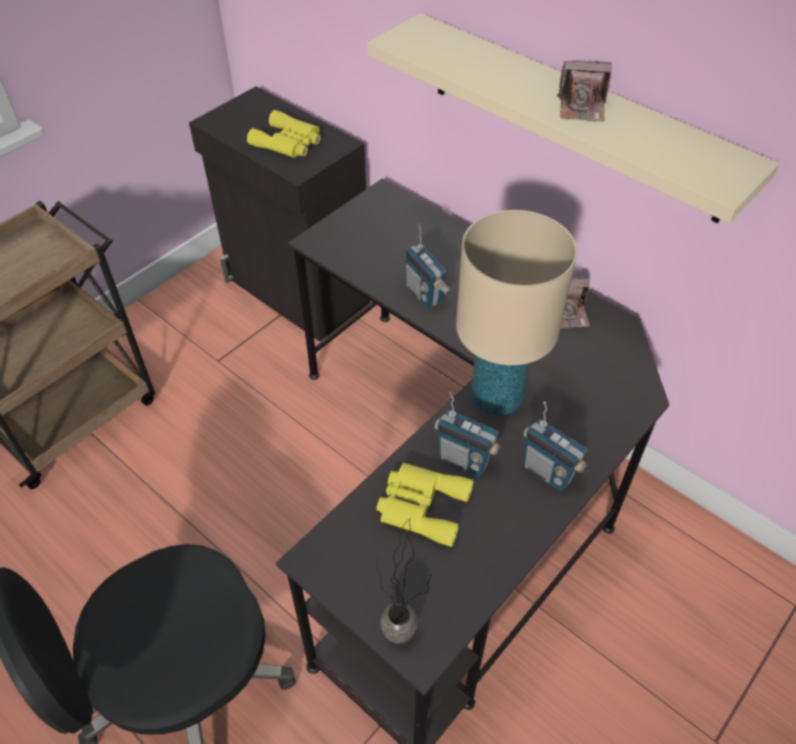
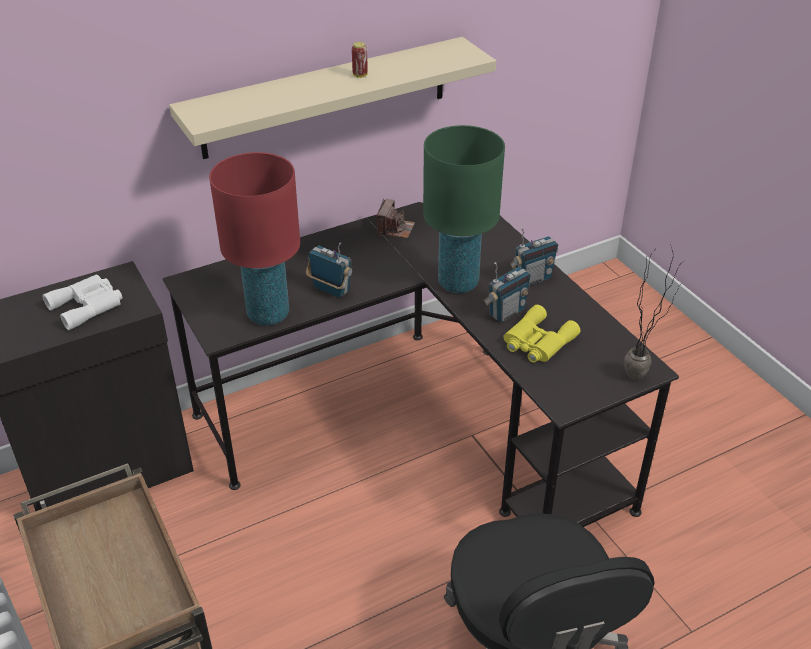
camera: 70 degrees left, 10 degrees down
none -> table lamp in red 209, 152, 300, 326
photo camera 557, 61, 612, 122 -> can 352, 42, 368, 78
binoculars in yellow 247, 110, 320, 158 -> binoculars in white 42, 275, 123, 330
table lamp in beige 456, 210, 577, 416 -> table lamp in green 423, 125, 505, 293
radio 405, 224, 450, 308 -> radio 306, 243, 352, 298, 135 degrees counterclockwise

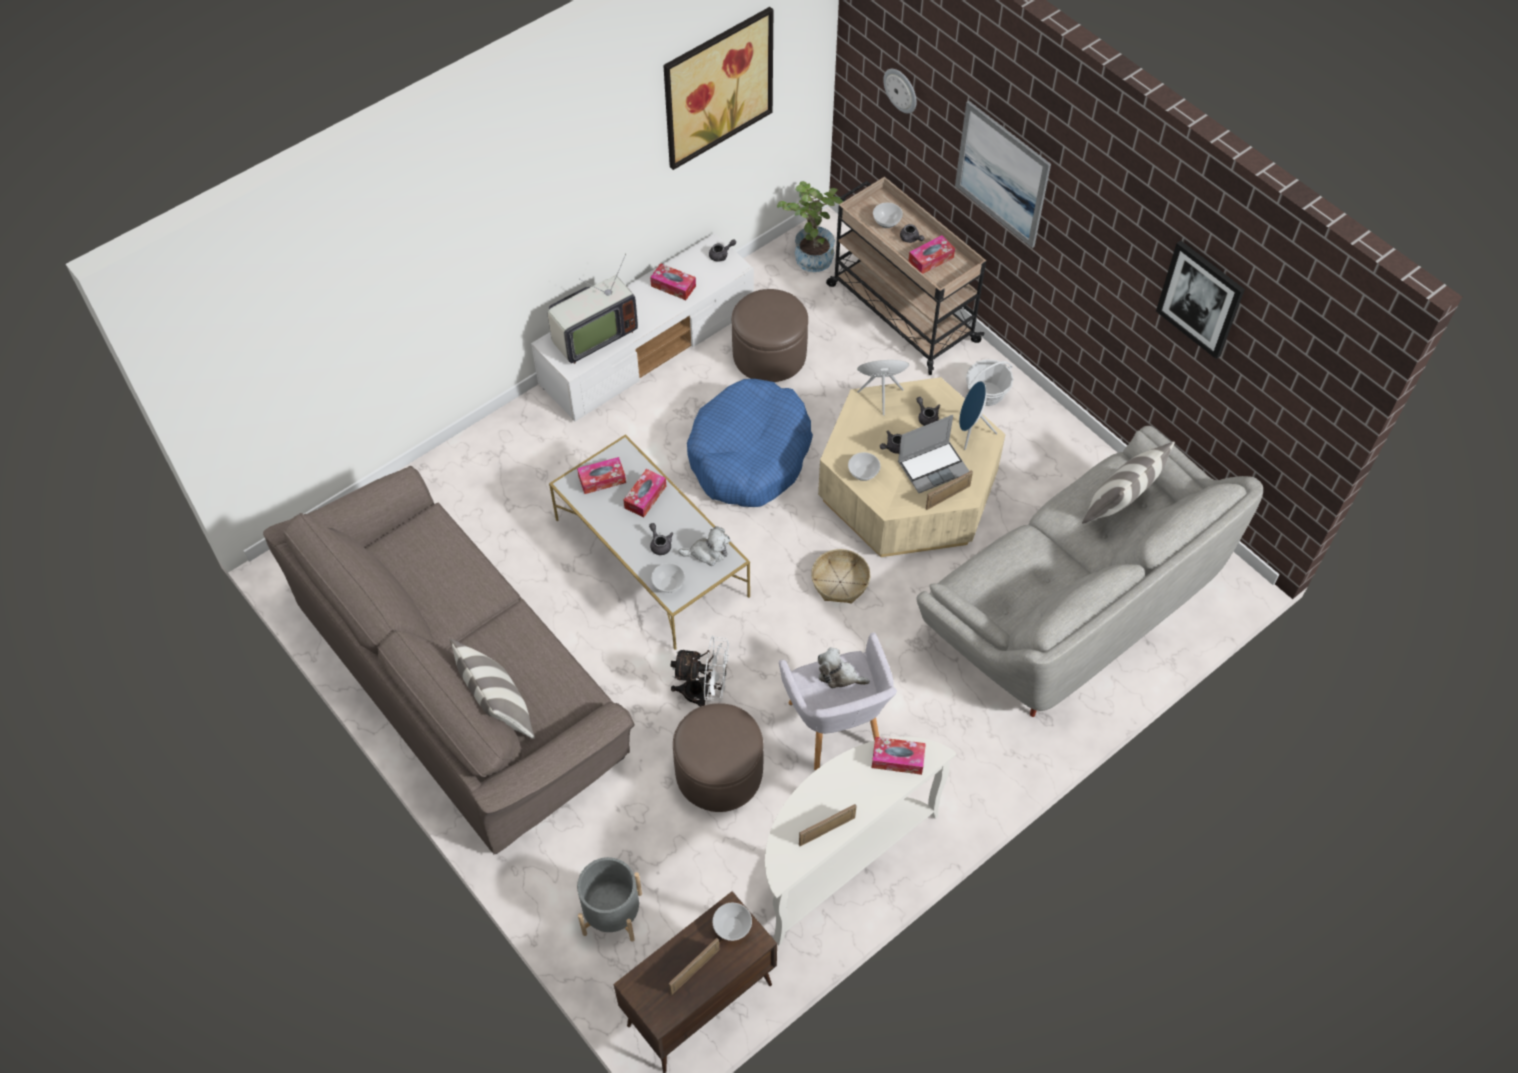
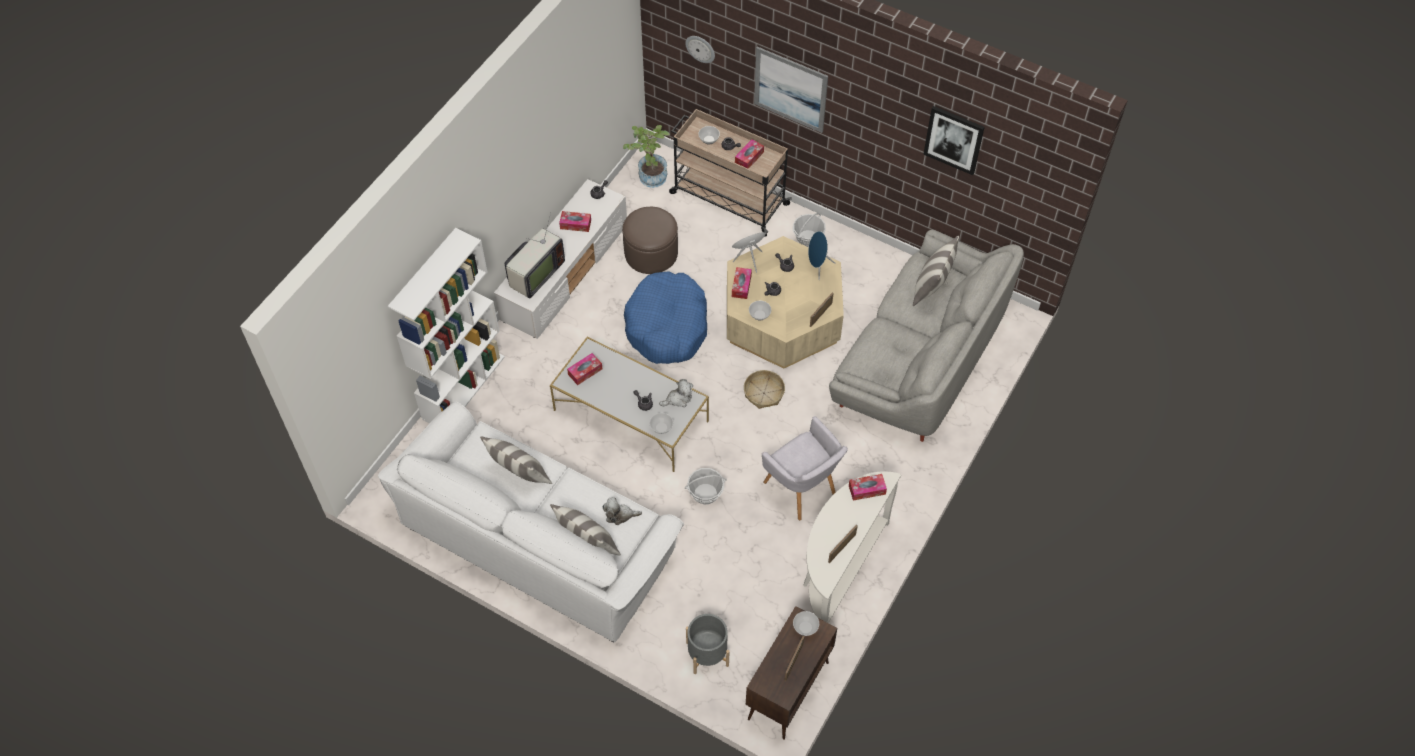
camera: 20 degrees left, 0 degrees up
picture 663, 7, 773, 170 -> none
ottoman in brown 673, 703, 764, 812 -> none
laptop 898, 415, 969, 493 -> none
none -> bookcase in white 388, 228, 505, 423
none -> pillow 480, 436, 552, 484
tissue box 623, 469, 666, 517 -> tissue box 732, 267, 752, 299, relocated
plush toy 818, 647, 870, 688 -> plush toy 602, 498, 642, 525, relocated
fan in white 671, 636, 729, 707 -> basket 685, 468, 727, 504
sofa in brown 263, 466, 635, 854 -> sofa in white 378, 401, 684, 642

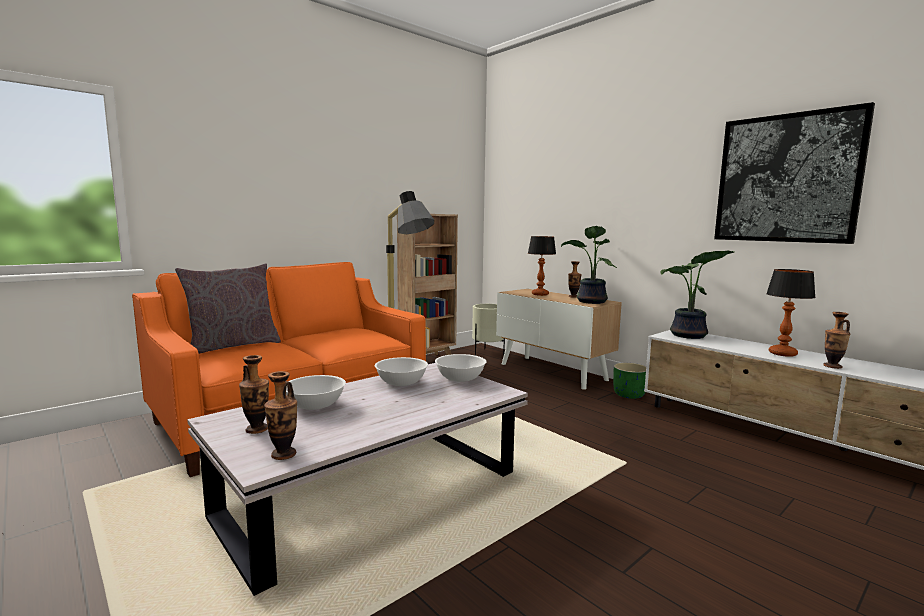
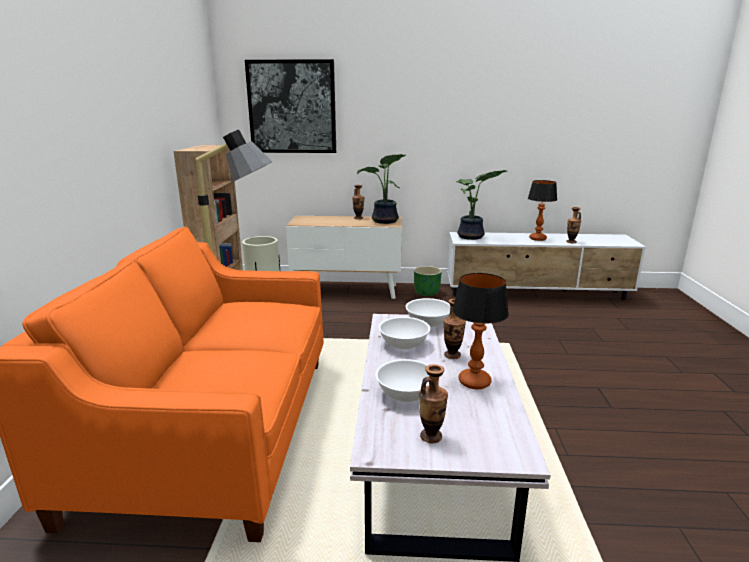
camera: 45 degrees left, 10 degrees up
pillow in grey 175, 263, 281, 354 -> none
vase 264, 371, 297, 460 -> vase 444, 299, 466, 359, relocated
table lamp 528, 236, 556, 296 -> table lamp 452, 273, 509, 389, relocated
picture 714, 102, 875, 244 -> picture 245, 59, 336, 153, relocated

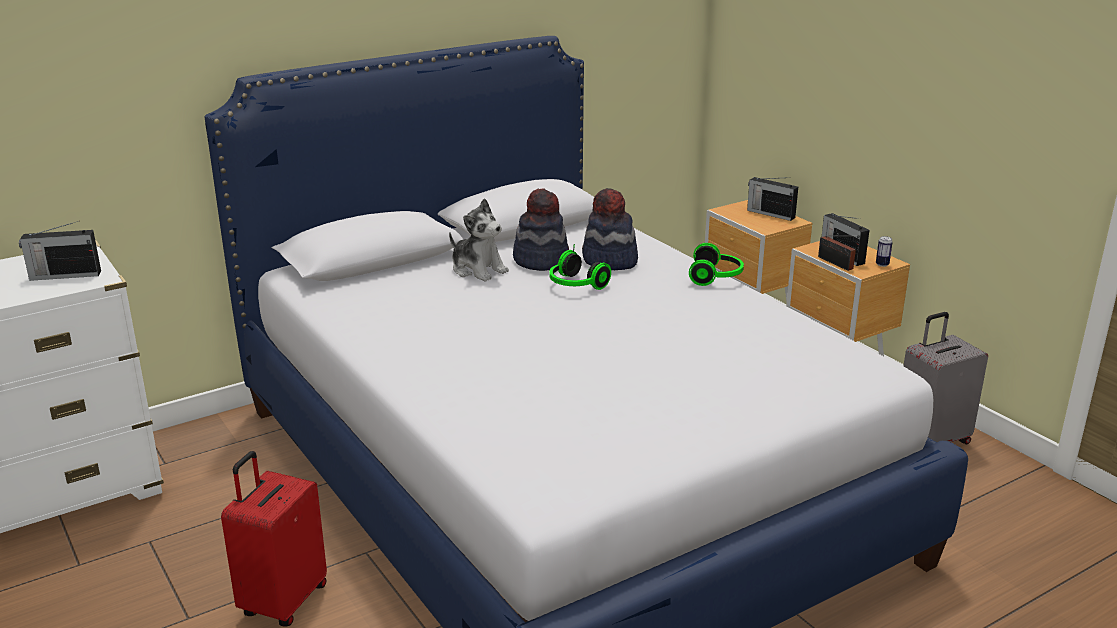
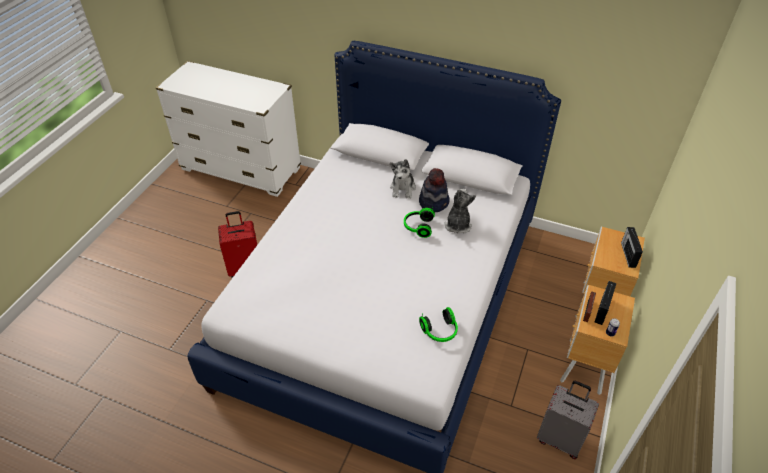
camera: 55 degrees right, 20 degrees up
radio 19, 221, 101, 281 -> none
headphones 689, 243, 744, 286 -> headphones 419, 307, 458, 342, relocated
hat 582, 188, 638, 270 -> plush toy 444, 189, 476, 233

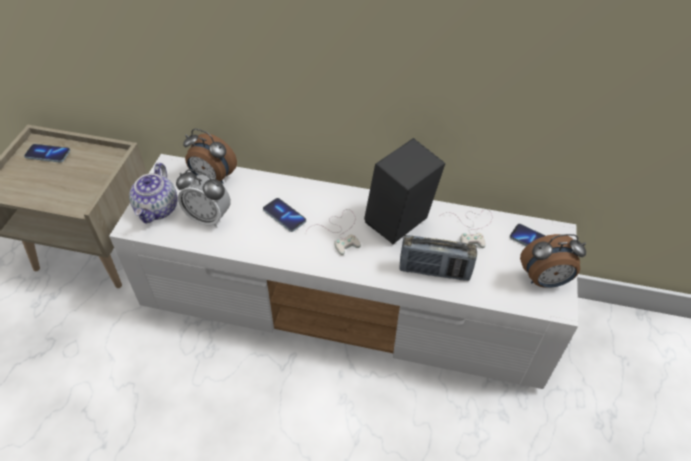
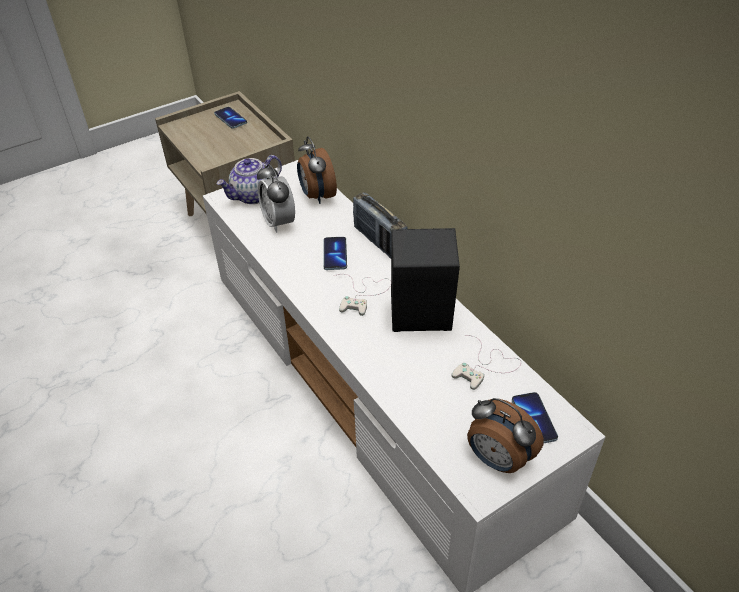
camera: 45 degrees right, 5 degrees down
radio 399, 235, 477, 281 -> radio 353, 192, 408, 259, relocated

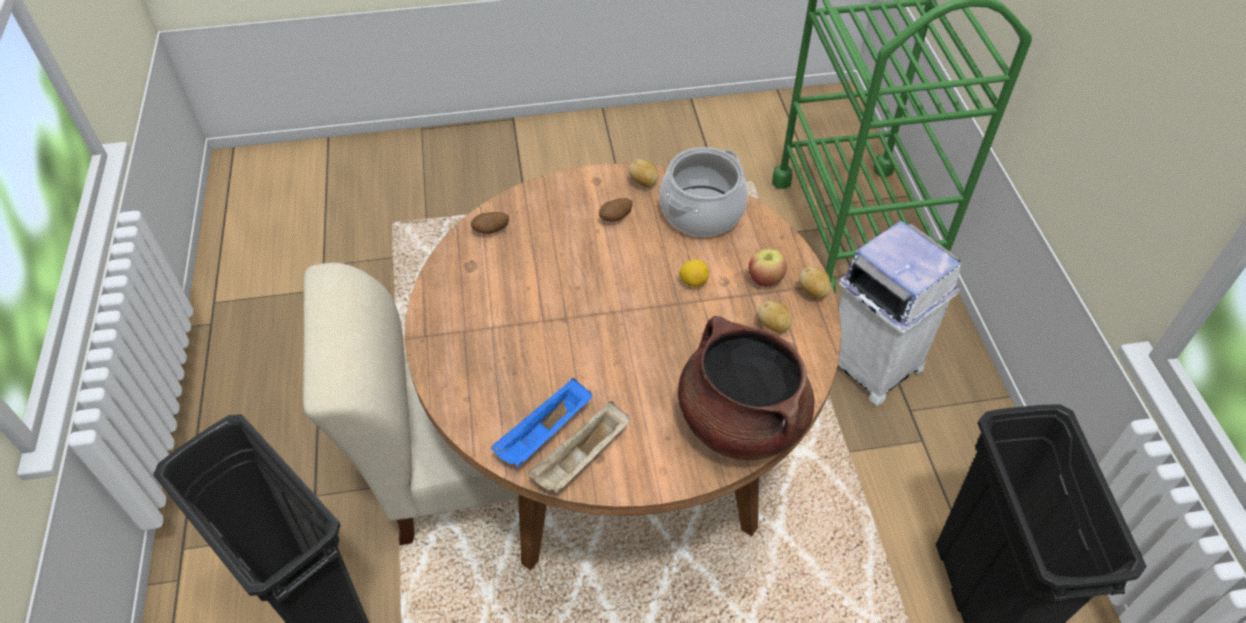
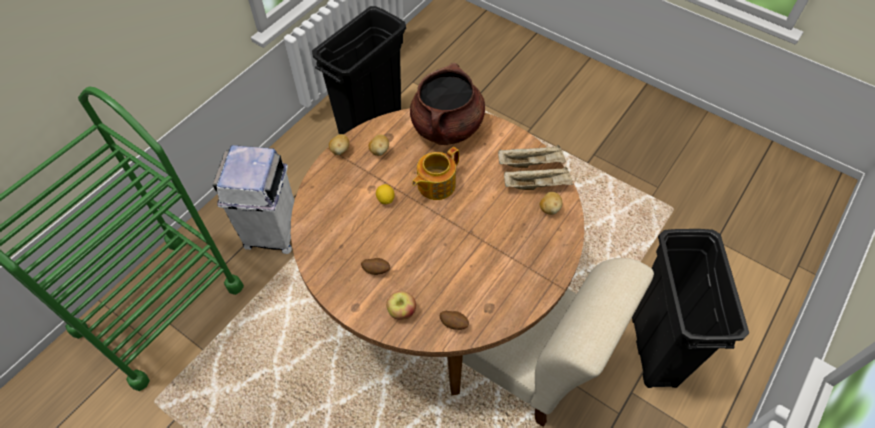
camera: 135 degrees left, 5 degrees up
cooking pot 660, 147, 748, 237 -> none
none -> teapot 412, 147, 459, 200
potato 629, 159, 659, 187 -> potato 540, 192, 562, 215, relocated
apple 749, 249, 787, 287 -> apple 386, 291, 416, 320, relocated
tray in blue 491, 378, 592, 467 -> tray in beige 504, 167, 573, 190

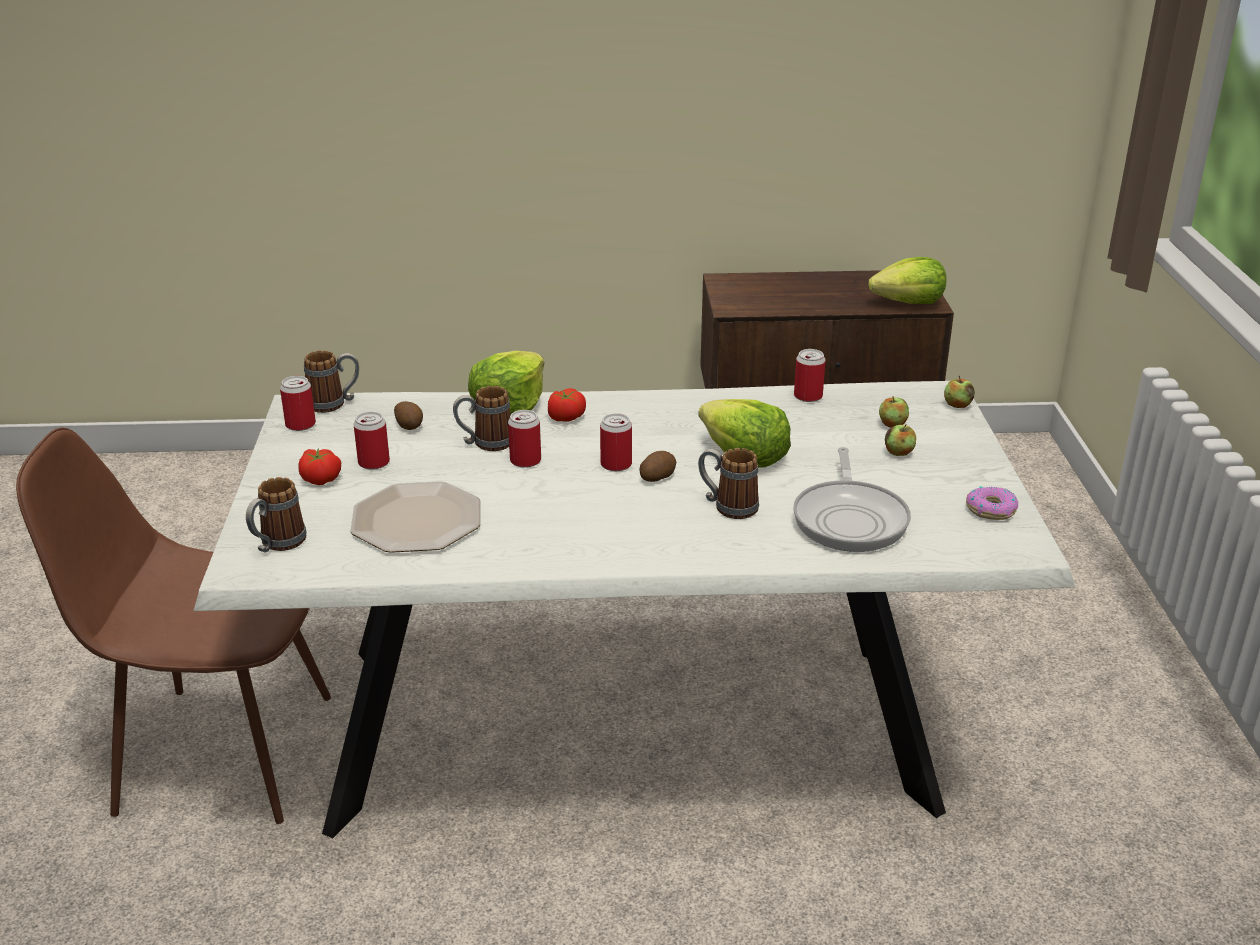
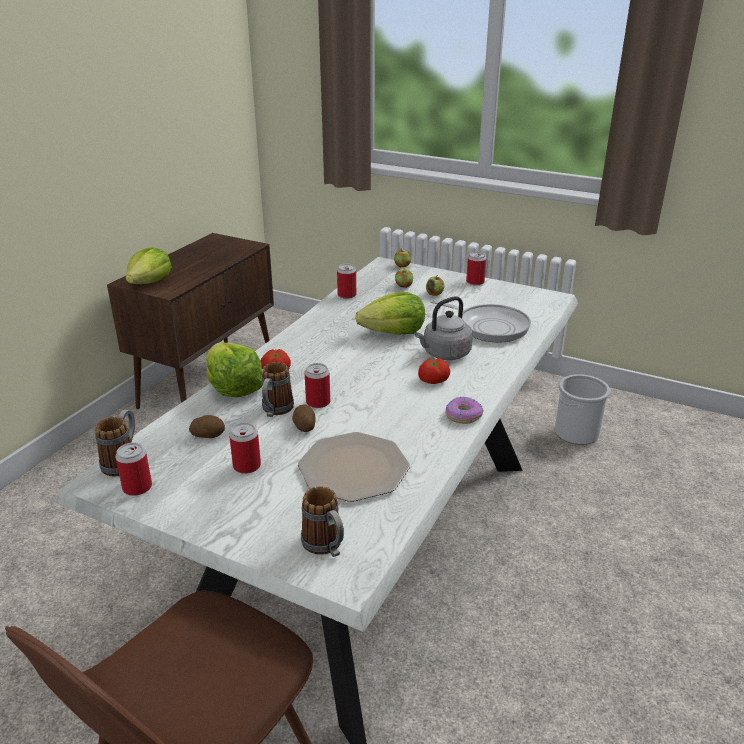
camera: 60 degrees left, 0 degrees up
none -> bucket 555, 374, 610, 445
tomato 298, 449, 341, 485 -> tomato 418, 358, 450, 384, relocated
can 600, 413, 632, 471 -> can 466, 252, 487, 285, relocated
potato 639, 451, 676, 482 -> potato 292, 404, 316, 432, relocated
lettuce 868, 257, 946, 304 -> lettuce 125, 247, 172, 284, relocated
donut 966, 486, 1018, 520 -> donut 445, 397, 484, 424, relocated
mug 698, 448, 759, 519 -> kettle in grey 415, 296, 473, 360

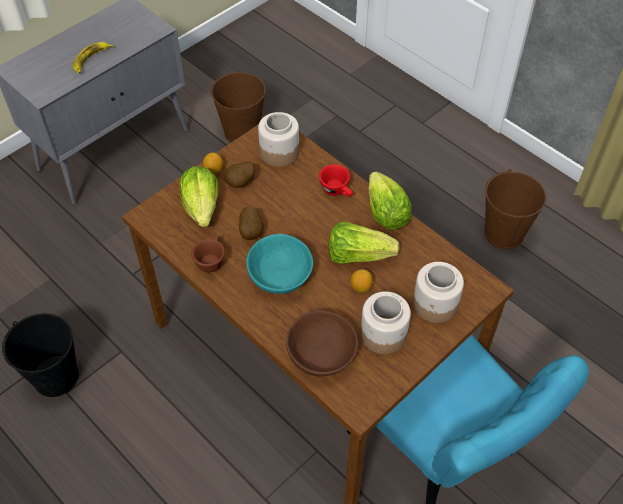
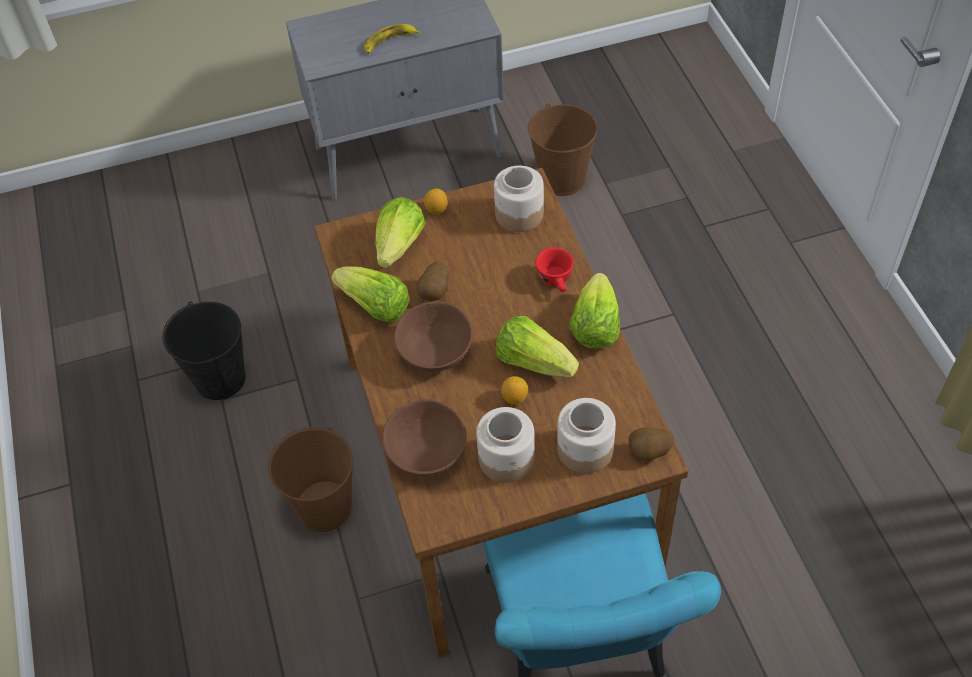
camera: 30 degrees right, 0 degrees up
potato 223, 162, 255, 188 -> potato 629, 428, 674, 461, relocated
bucket in brown 484, 169, 546, 249 -> bucket in brown 268, 427, 353, 532, relocated
cup in brown 191, 235, 225, 273 -> lettuce 331, 267, 410, 323
bowl in turquoise 246, 234, 313, 294 -> bowl in brown 394, 302, 472, 372

